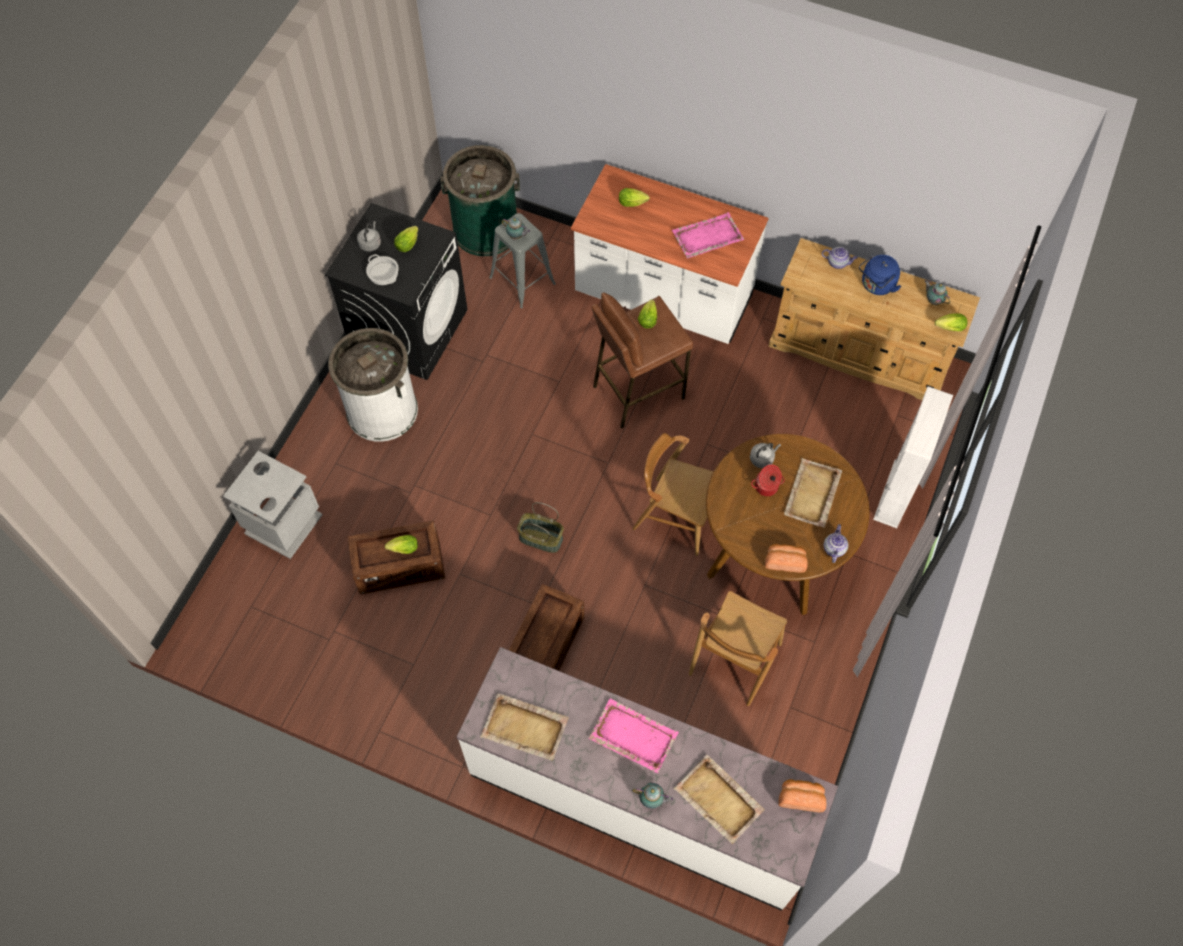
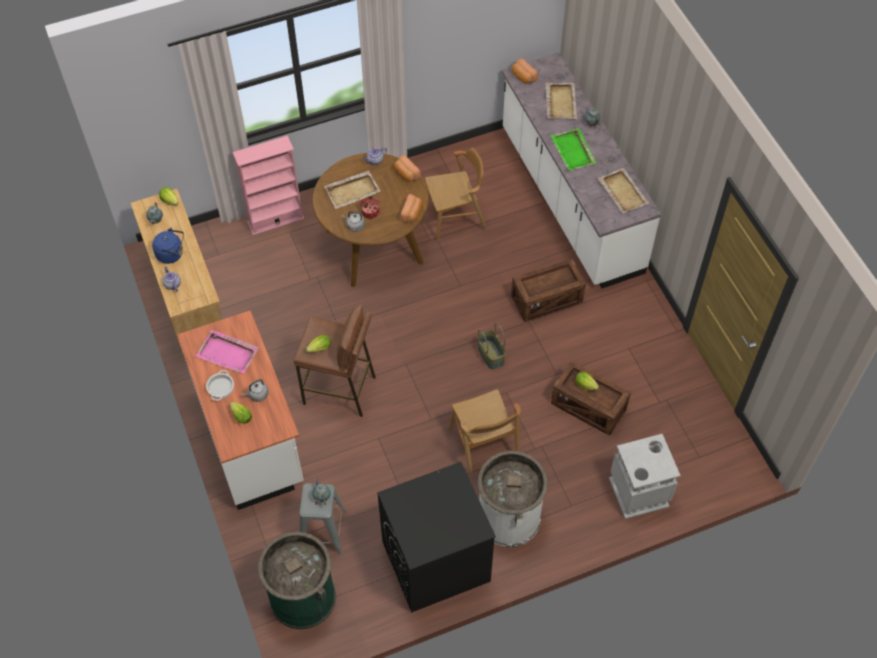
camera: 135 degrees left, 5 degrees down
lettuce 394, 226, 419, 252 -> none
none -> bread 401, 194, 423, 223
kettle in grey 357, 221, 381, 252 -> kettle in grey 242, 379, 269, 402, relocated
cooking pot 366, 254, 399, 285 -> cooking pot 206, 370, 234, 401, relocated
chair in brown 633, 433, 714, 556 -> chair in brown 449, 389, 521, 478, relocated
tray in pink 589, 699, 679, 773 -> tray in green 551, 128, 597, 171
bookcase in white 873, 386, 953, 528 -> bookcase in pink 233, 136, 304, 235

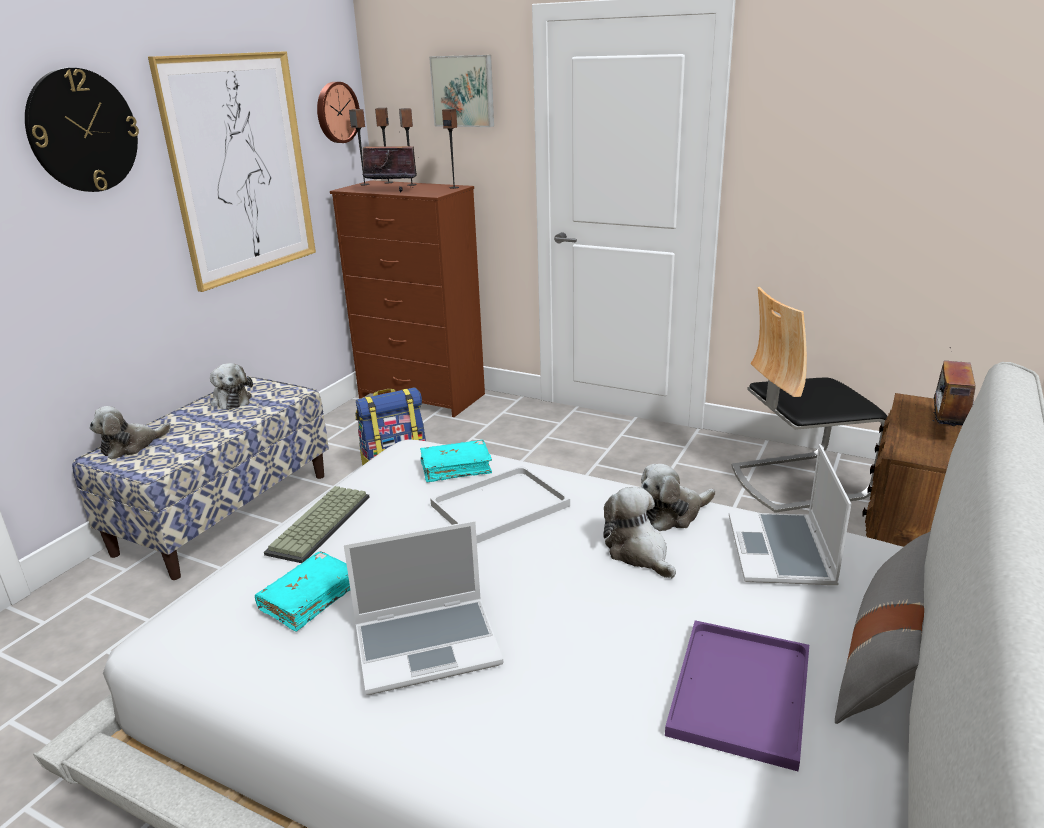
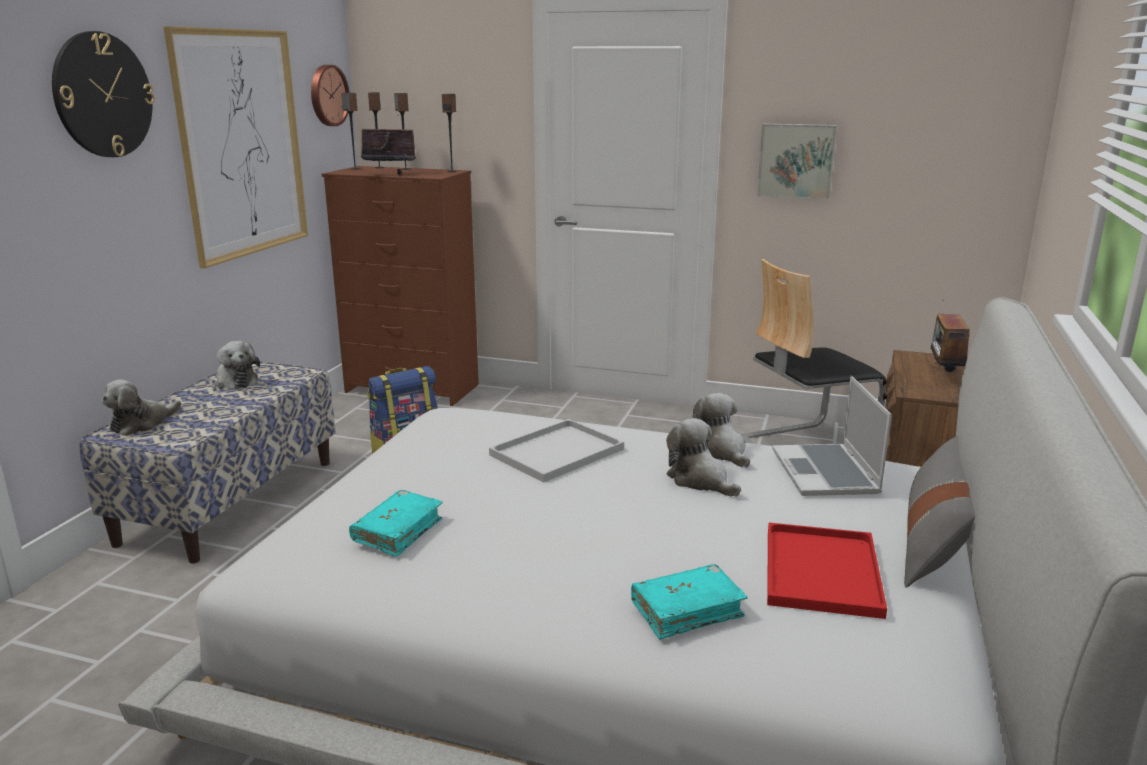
camera: 10 degrees left, 5 degrees down
keyboard 264, 486, 370, 563 -> none
laptop 344, 521, 503, 695 -> none
book in turquoise 420, 440, 492, 483 -> book in turquoise 631, 564, 748, 639, relocated
picture 429, 55, 494, 127 -> picture 757, 124, 837, 200, relocated
tray in purple 665, 620, 809, 771 -> tray in red 767, 523, 887, 619
plush toy 641, 464, 715, 531 -> plush toy 693, 393, 750, 468, 105 degrees clockwise

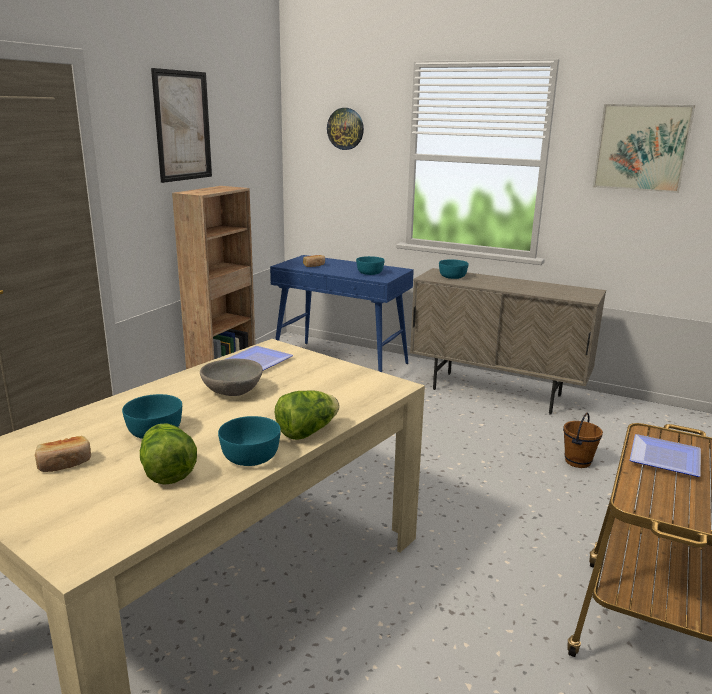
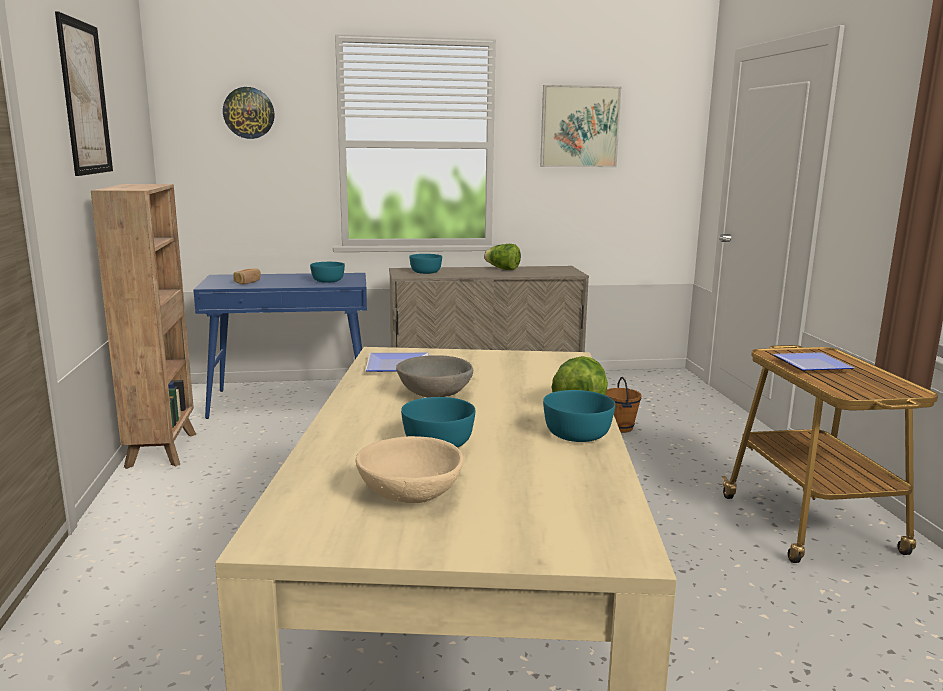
camera: 35 degrees left, 5 degrees down
lettuce 140, 423, 197, 485 -> lettuce 484, 244, 521, 270, relocated
bread 35, 436, 91, 472 -> bowl in beige 356, 436, 463, 503

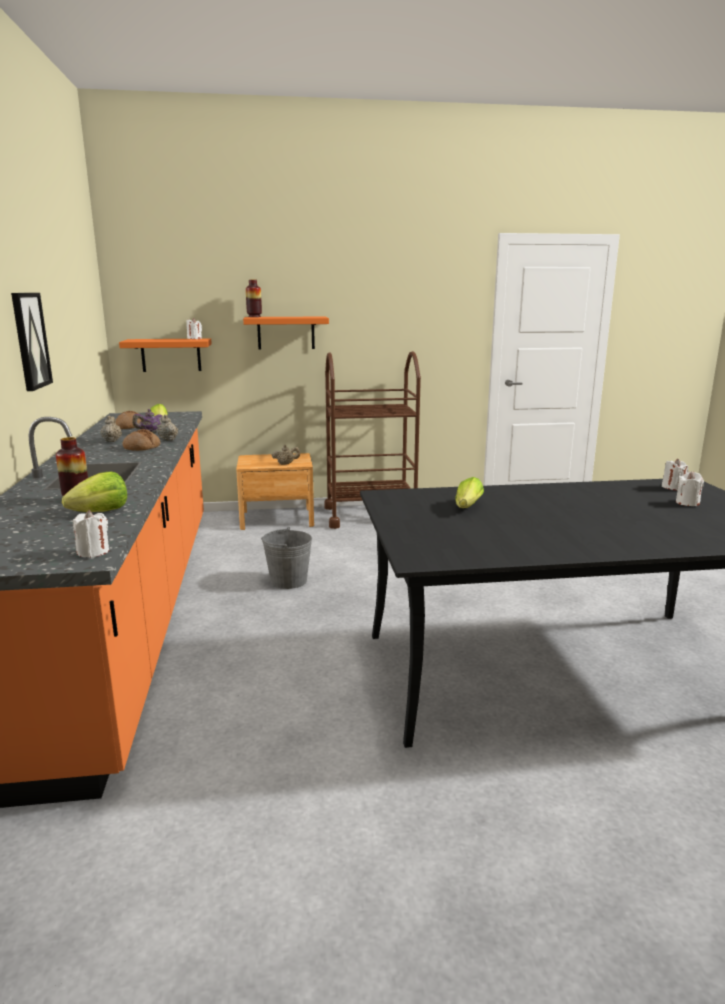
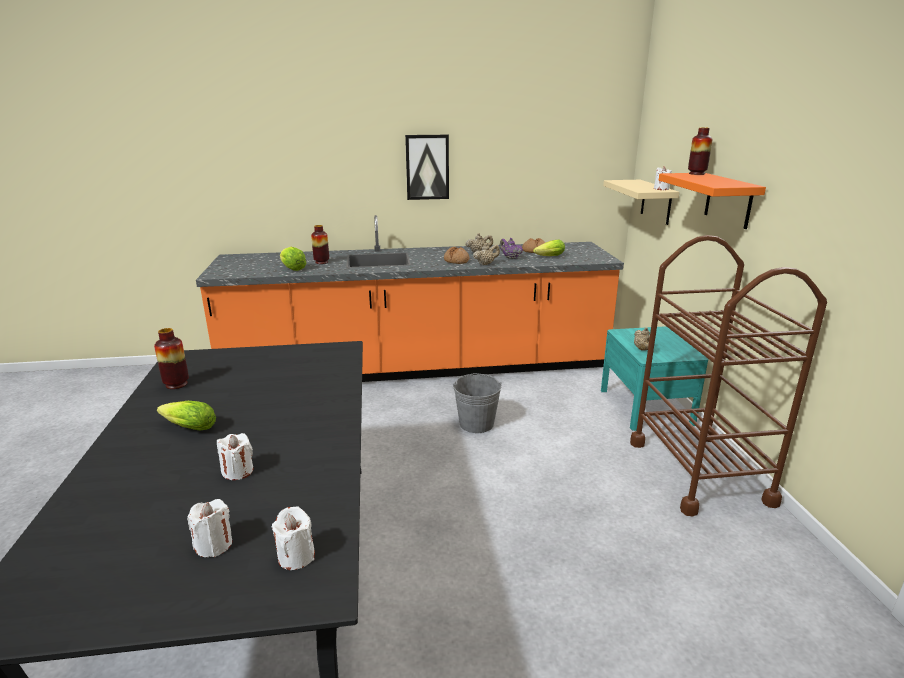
camera: 90 degrees right, 5 degrees up
none -> vase 154, 328, 189, 389
candle in white 73, 510, 109, 558 -> candle in white 217, 433, 253, 480, relocated
lettuce 455, 477, 484, 508 -> lettuce 157, 401, 216, 430, relocated
shelf in orange 119, 338, 212, 372 -> shelf in beige 603, 180, 679, 225
nightstand in brown 236, 453, 314, 530 -> nightstand in turquoise 601, 327, 708, 431

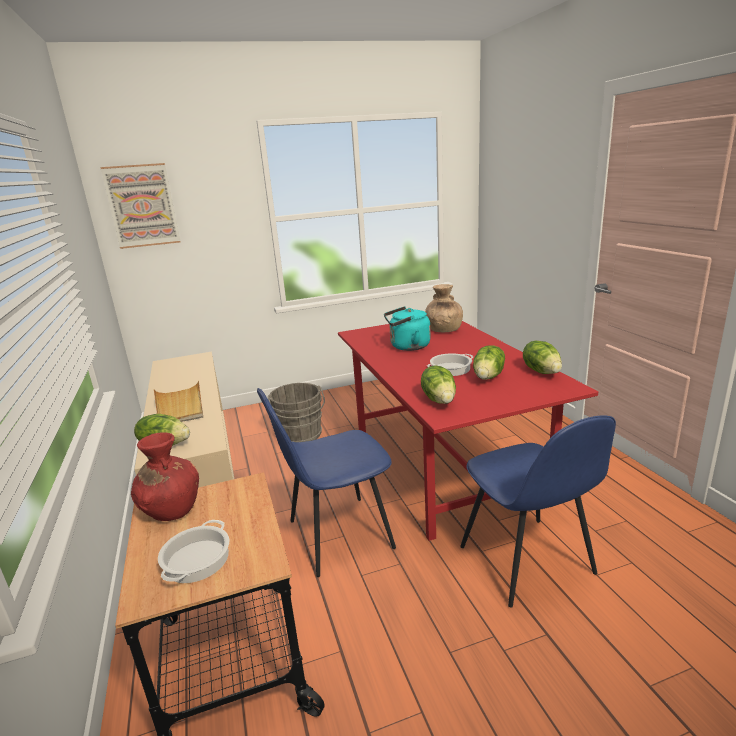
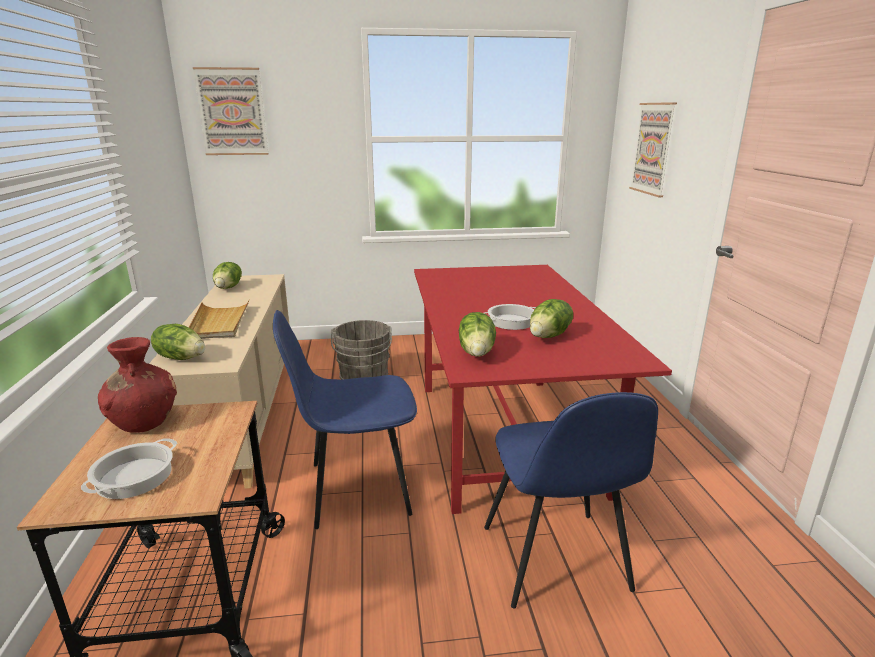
camera: 10 degrees right, 0 degrees up
kettle in turquoise 384, 306, 431, 351 -> none
vase in brown 425, 284, 463, 332 -> none
none -> picture 629, 102, 677, 197
lettuce 523, 341, 562, 374 -> lettuce 213, 262, 242, 289, relocated

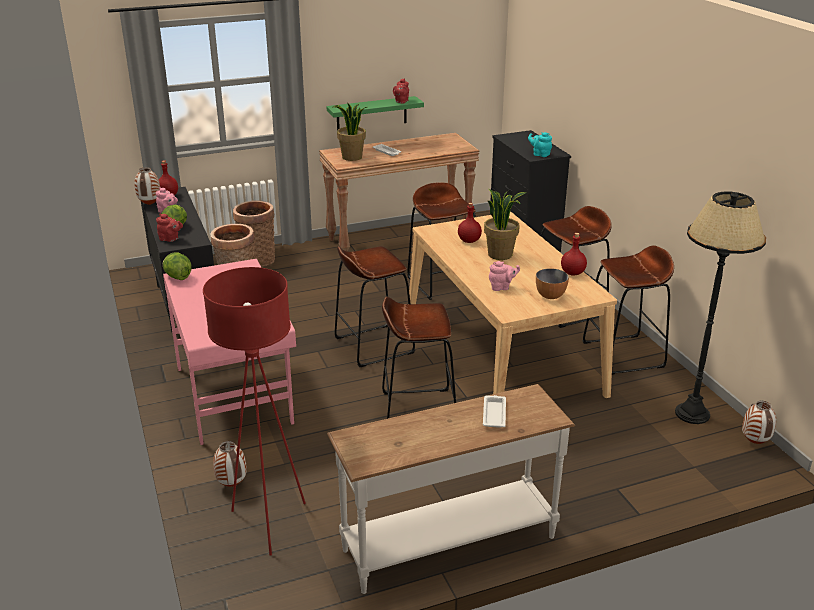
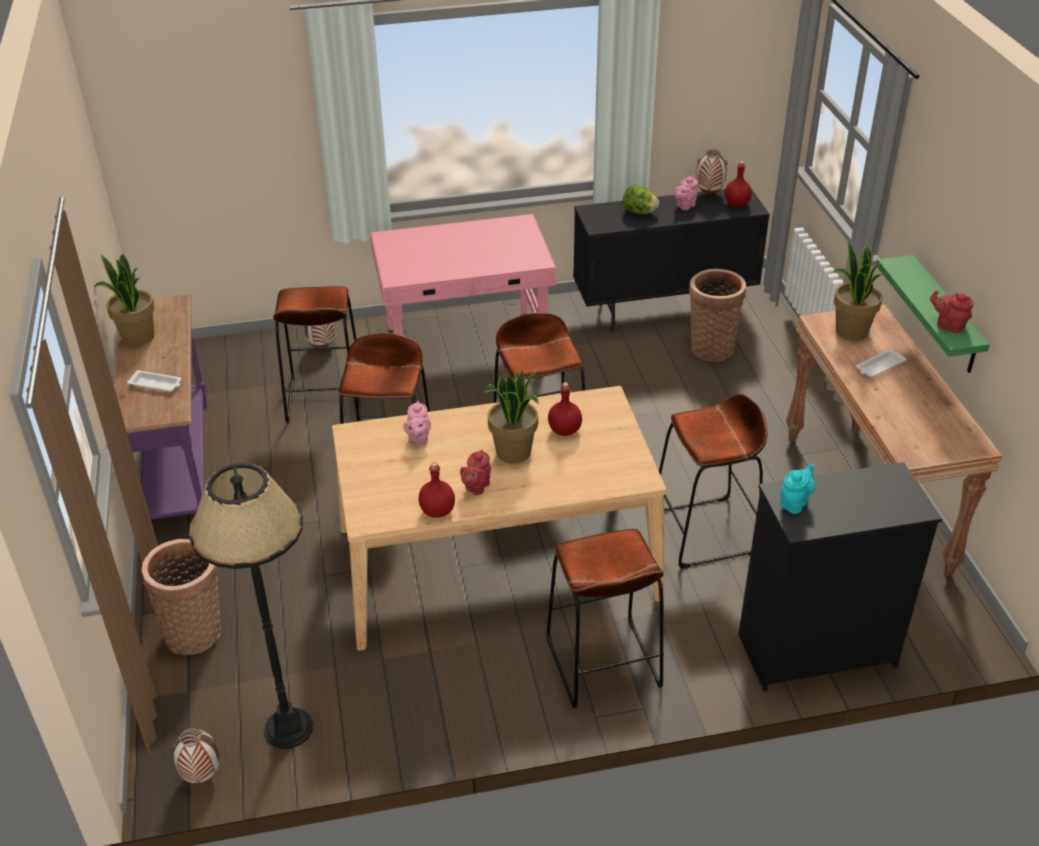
camera: 100 degrees right, 10 degrees up
lettuce 163, 252, 192, 280 -> none
floor lamp in red 203, 267, 306, 556 -> none
bowl 536, 268, 569, 299 -> none
none -> potted plant 94, 254, 155, 347
teapot in red 156, 214, 183, 242 -> teapot in red 460, 450, 491, 495, relocated
basket 233, 200, 275, 267 -> basket 141, 539, 221, 655, relocated
stool in brown 582, 245, 674, 375 -> stool in brown 273, 286, 361, 423, relocated
console table in white 327, 384, 575, 594 -> console table in purple 115, 294, 207, 519

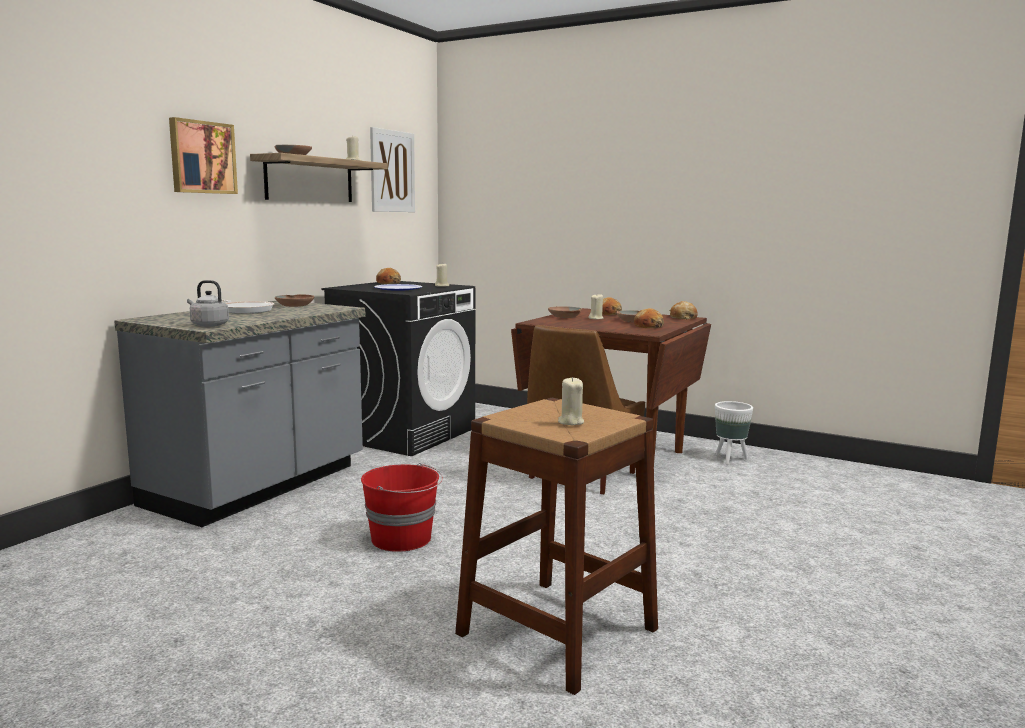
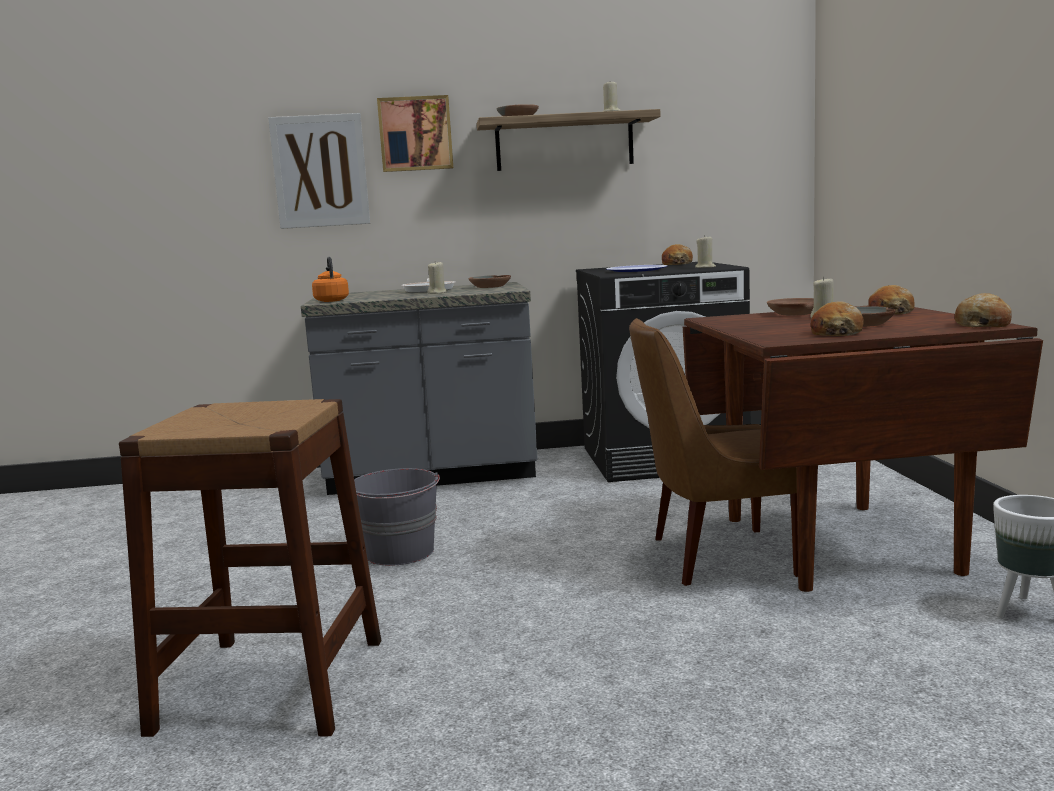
camera: 55 degrees right, 0 degrees up
picture 370, 127, 415, 212 -> picture 268, 113, 370, 229, relocated
candle in beige 558, 377, 584, 425 -> candle in beige 428, 262, 447, 294, relocated
kettle in grey 187, 280, 229, 327 -> kettle in orange 312, 257, 349, 302
bucket in red 361, 463, 443, 552 -> bucket in grey 354, 468, 440, 566

